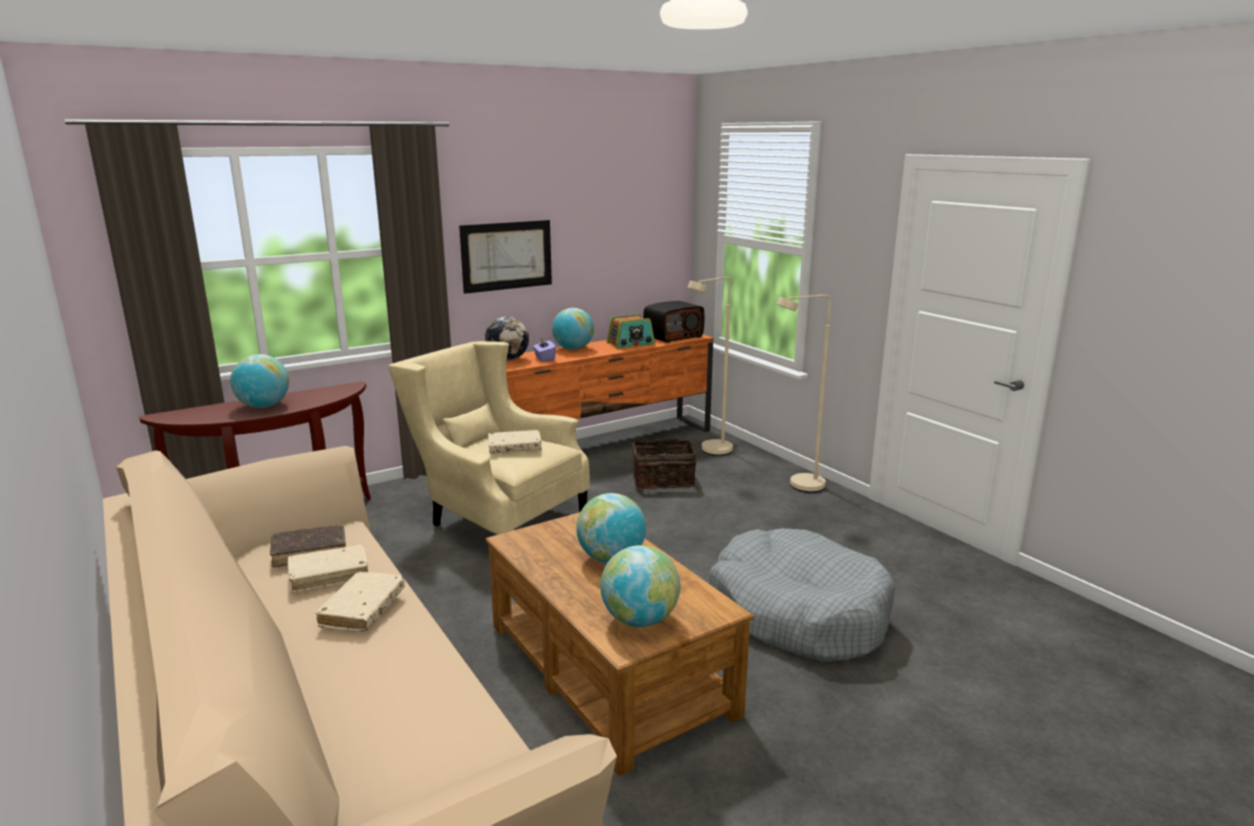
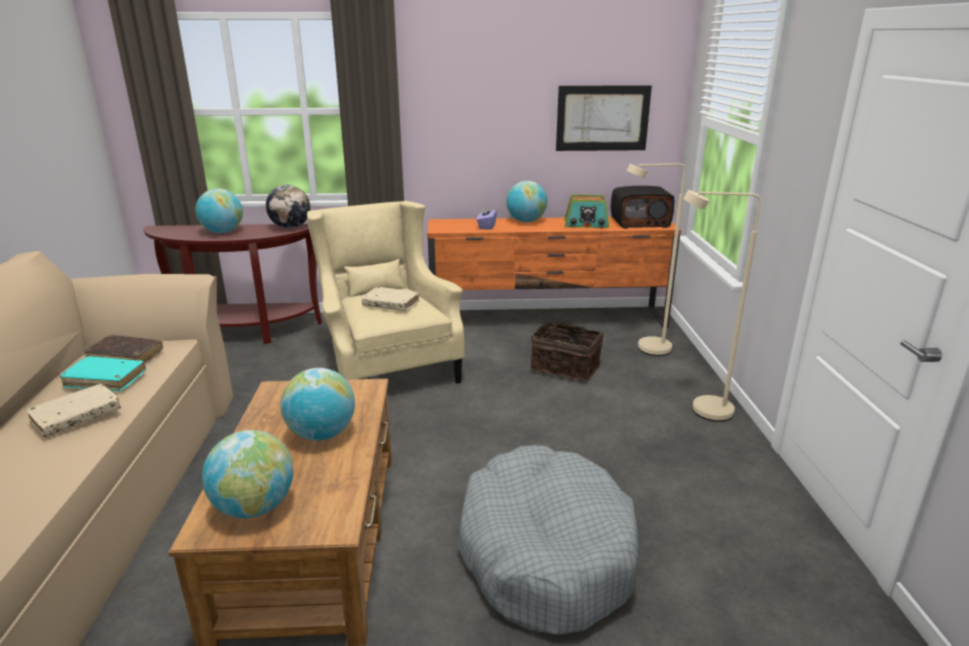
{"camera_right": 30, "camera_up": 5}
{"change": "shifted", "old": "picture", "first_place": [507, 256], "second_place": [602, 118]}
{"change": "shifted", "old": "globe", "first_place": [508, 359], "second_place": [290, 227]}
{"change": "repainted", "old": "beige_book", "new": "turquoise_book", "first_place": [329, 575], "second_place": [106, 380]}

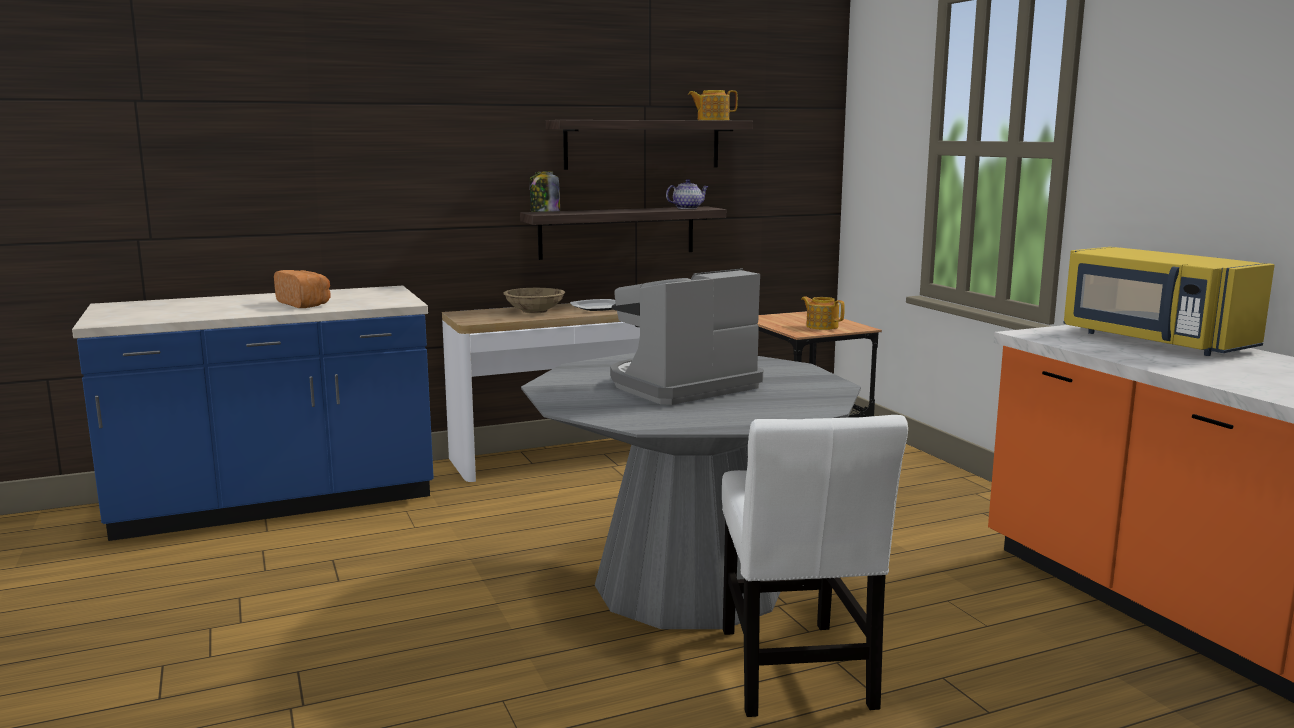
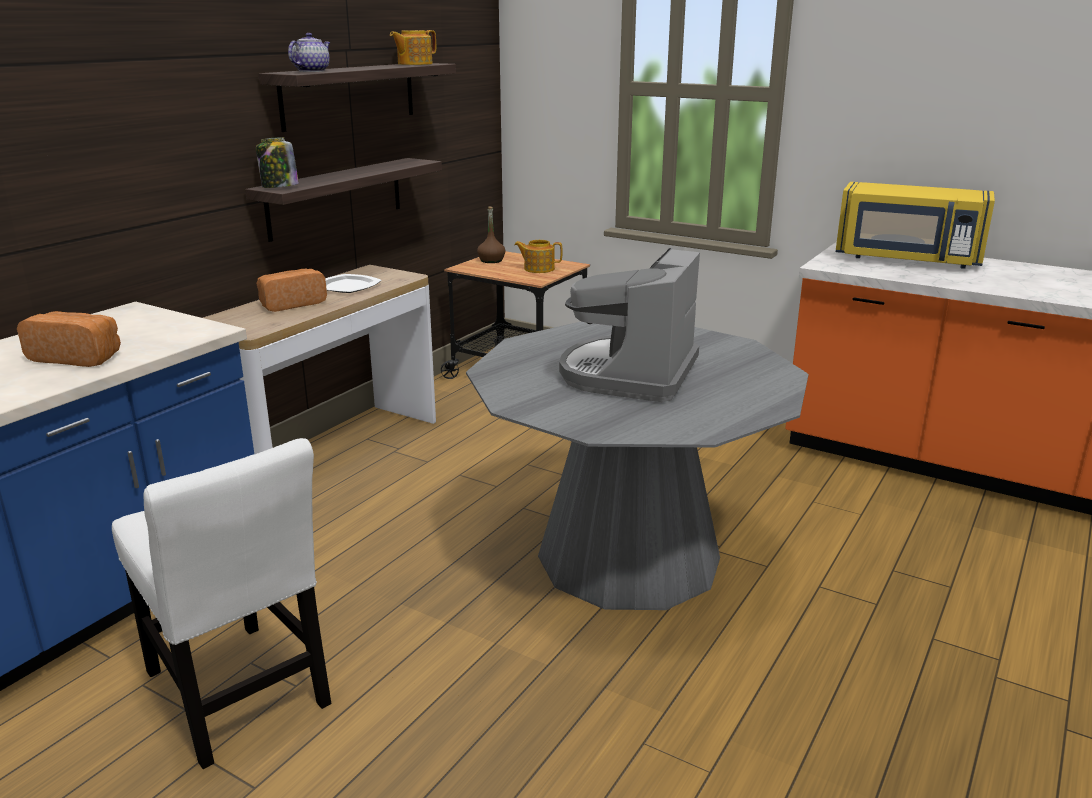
{"camera_right": -35, "camera_up": 10}
{"change": "new", "new": "brown_bottle", "second_place": [491, 260]}
{"change": "shifted", "old": "teapot", "first_place": [687, 208], "second_place": [312, 71]}
{"change": "shifted", "old": "white_chair", "first_place": [795, 673], "second_place": [239, 695]}
{"change": "swapped", "old": "beige_bowl", "new": "bread", "first_place": [535, 311], "second_place": [291, 304]}

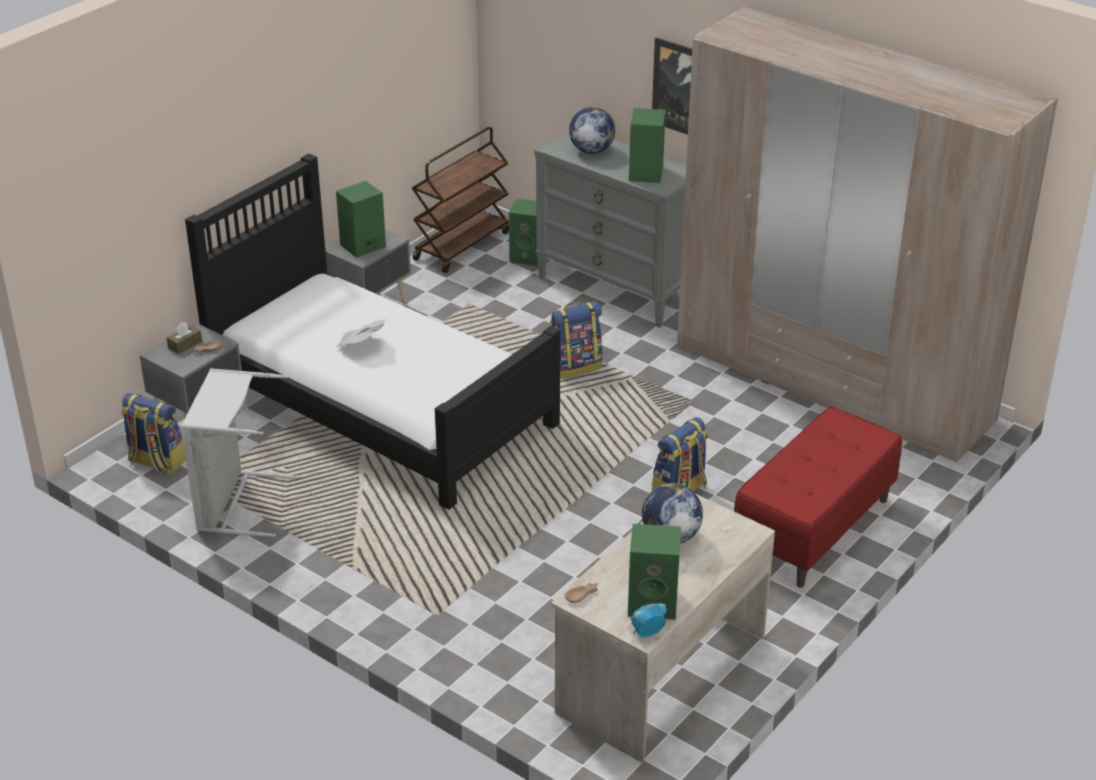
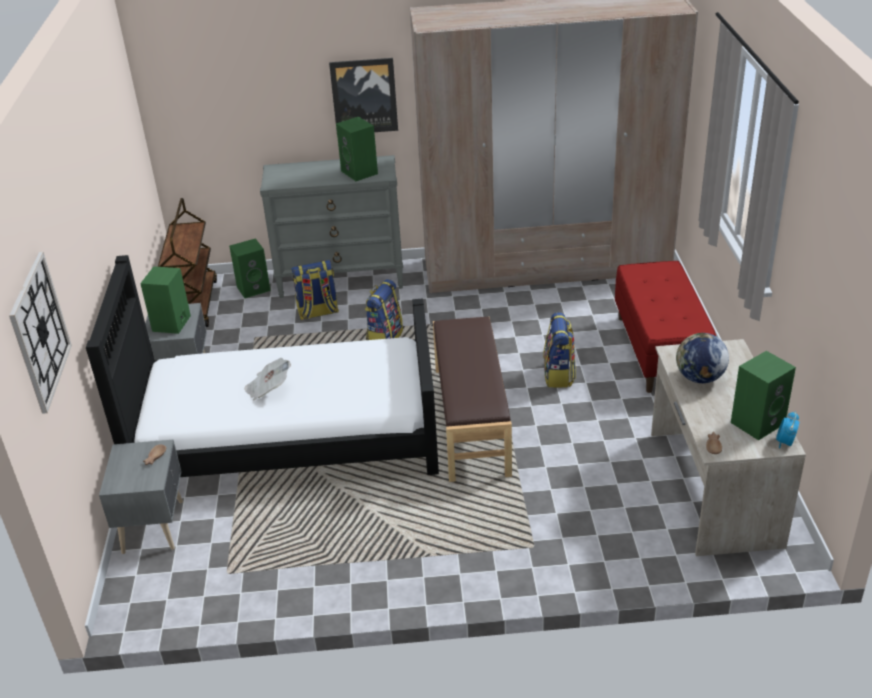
{"camera_right": -40, "camera_up": 0}
{"change": "gone", "old": "brown_tissue_box", "first_place": [185, 345]}
{"change": "gone", "old": "grey_laundry_basket", "first_place": [236, 503]}
{"change": "gone", "old": "globe", "first_place": [591, 150]}
{"change": "new", "new": "wall_clock", "second_place": [40, 331]}
{"change": "new", "new": "brown_bench", "second_place": [470, 420]}
{"change": "shifted", "old": "backpack", "first_place": [156, 462], "second_place": [317, 312]}

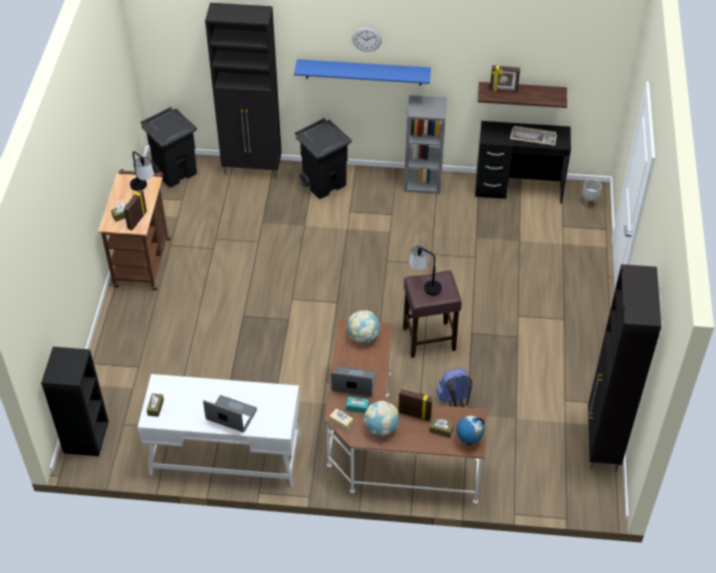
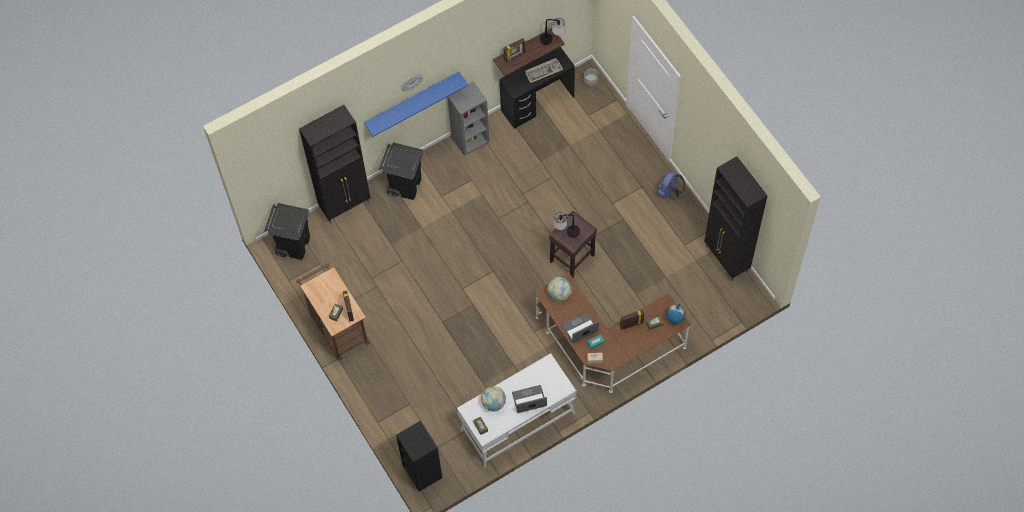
{"camera_right": -35, "camera_up": 15}
{"change": "shifted", "old": "table_lamp", "first_place": [143, 189], "second_place": [552, 40]}
{"change": "shifted", "old": "globe", "first_place": [381, 428], "second_place": [493, 403]}
{"change": "shifted", "old": "blue_backpack", "first_place": [454, 401], "second_place": [669, 192]}

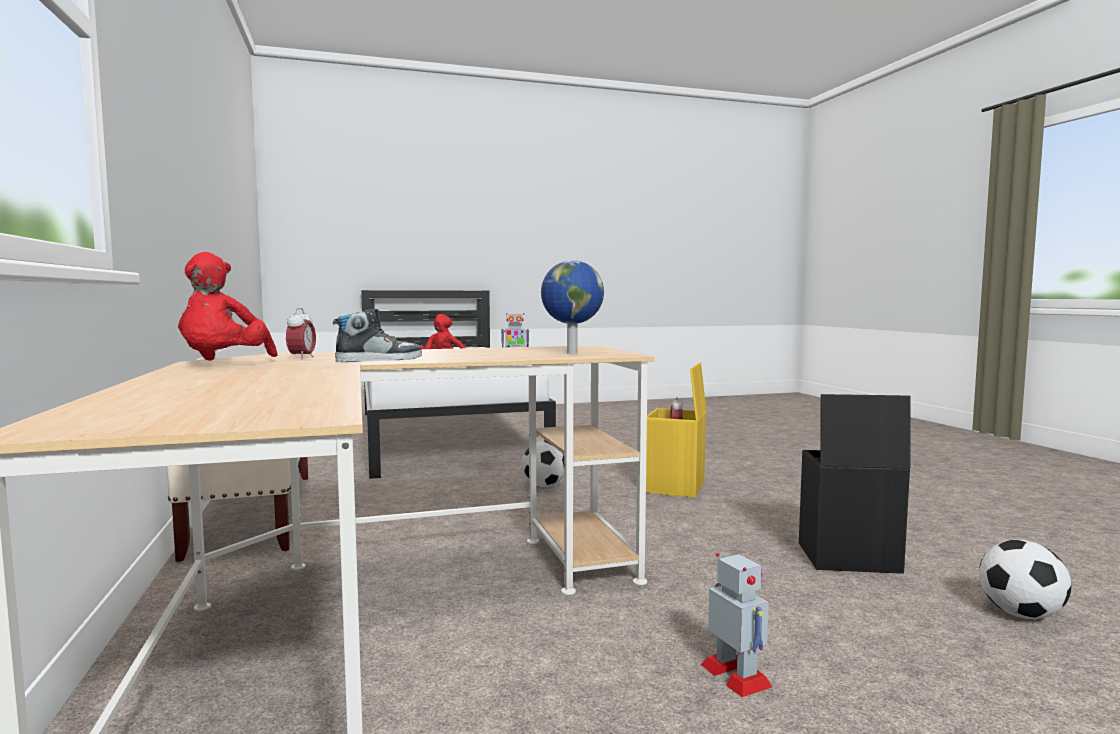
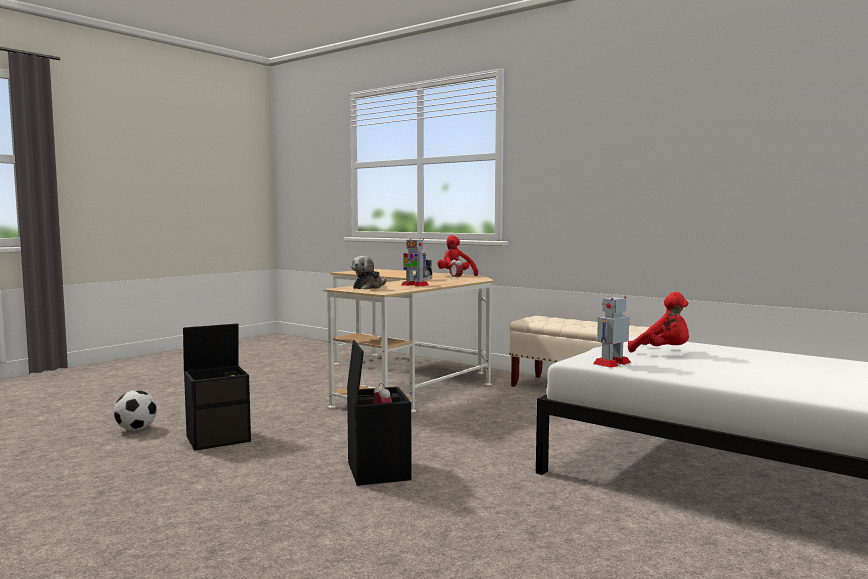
{"camera_right": 145, "camera_up": 0}
{"change": "gone", "old": "football", "first_place": [543, 486]}
{"change": "shifted", "old": "toy_robot", "first_place": [736, 676], "second_place": [414, 285]}
{"change": "swapped", "old": "globe", "new": "plush_toy", "first_place": [570, 353], "second_place": [368, 287]}
{"change": "repainted", "old": "yellow_storage_box", "new": "black_storage_box", "first_place": [675, 487], "second_place": [377, 471]}

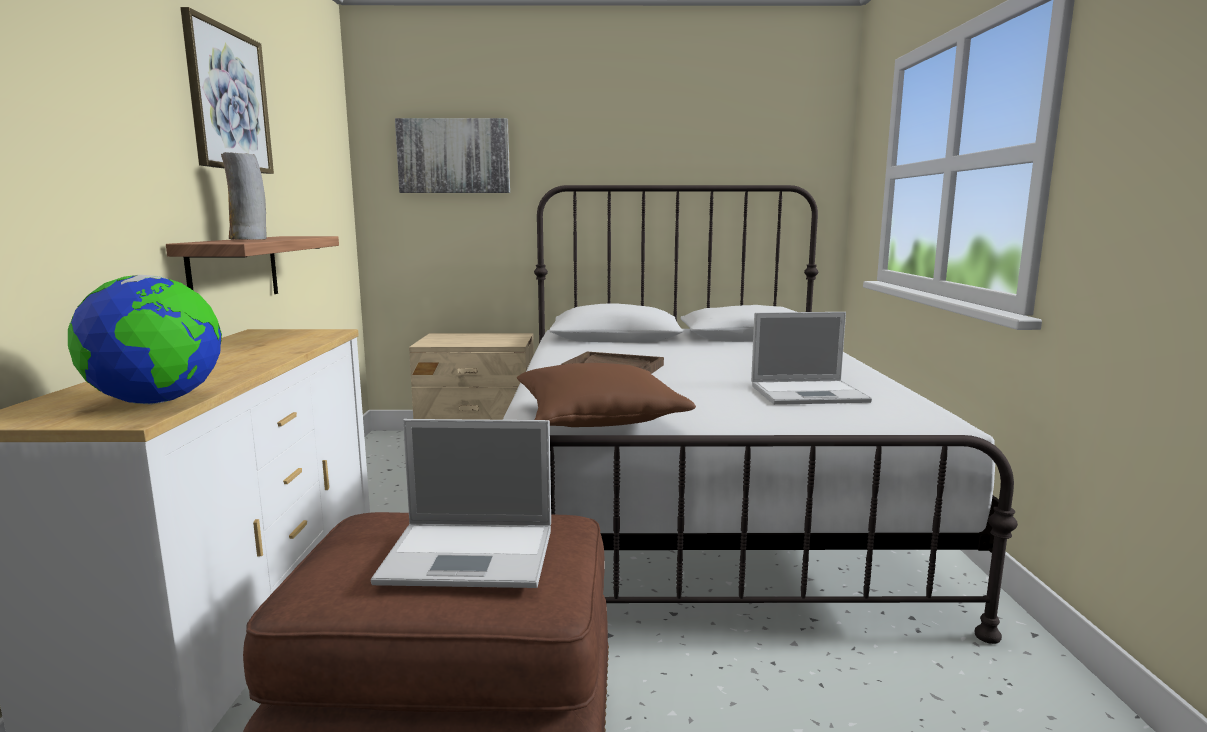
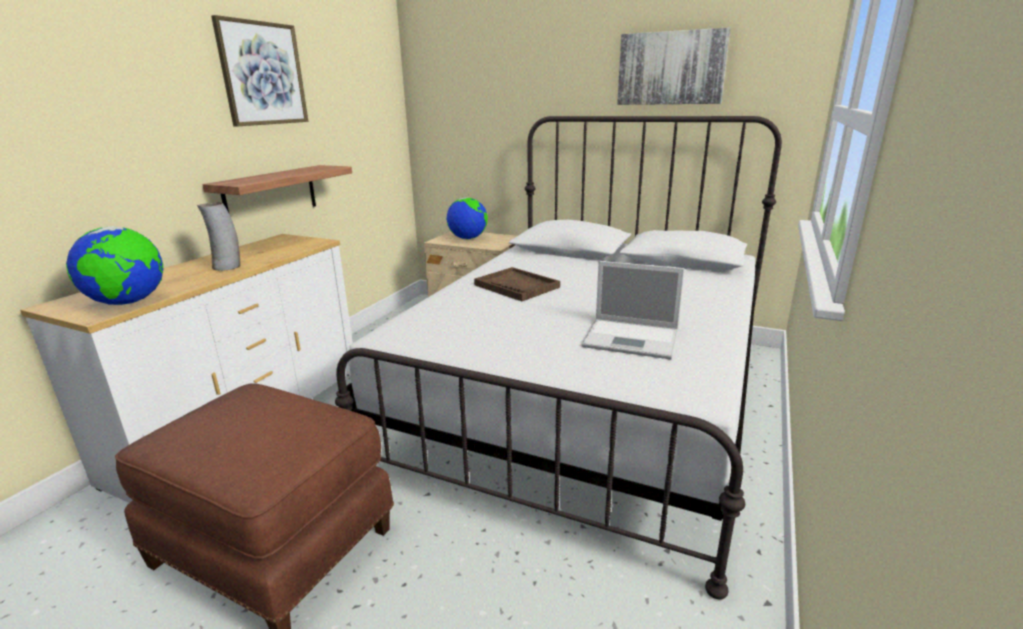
{"camera_right": 25, "camera_up": 10}
{"change": "gone", "old": "laptop", "first_place": [472, 555]}
{"change": "gone", "old": "brown_pillow", "first_place": [599, 419]}
{"change": "new", "new": "globe", "second_place": [468, 238]}
{"change": "shifted", "old": "vase", "first_place": [249, 239], "second_place": [227, 267]}
{"change": "shifted", "old": "picture", "first_place": [454, 156], "second_place": [671, 68]}

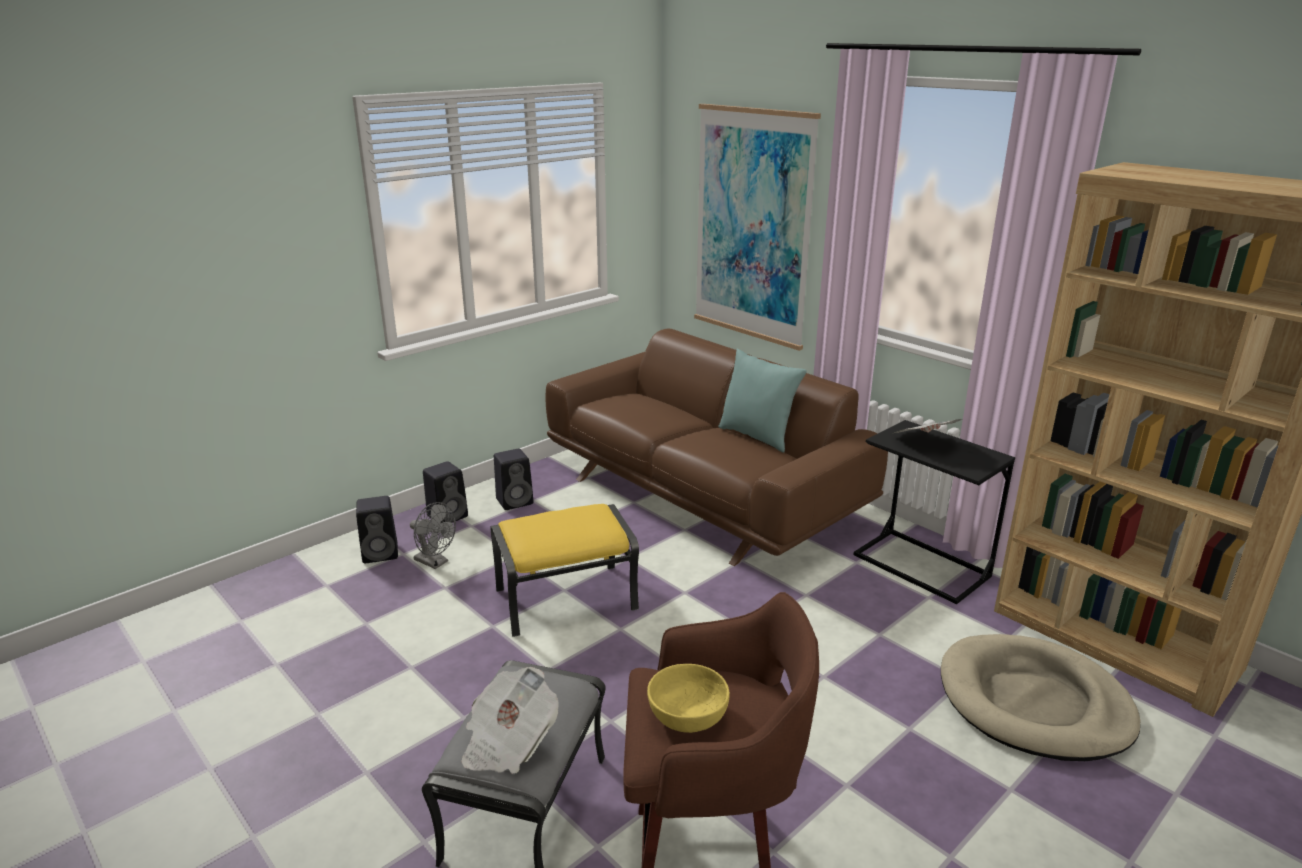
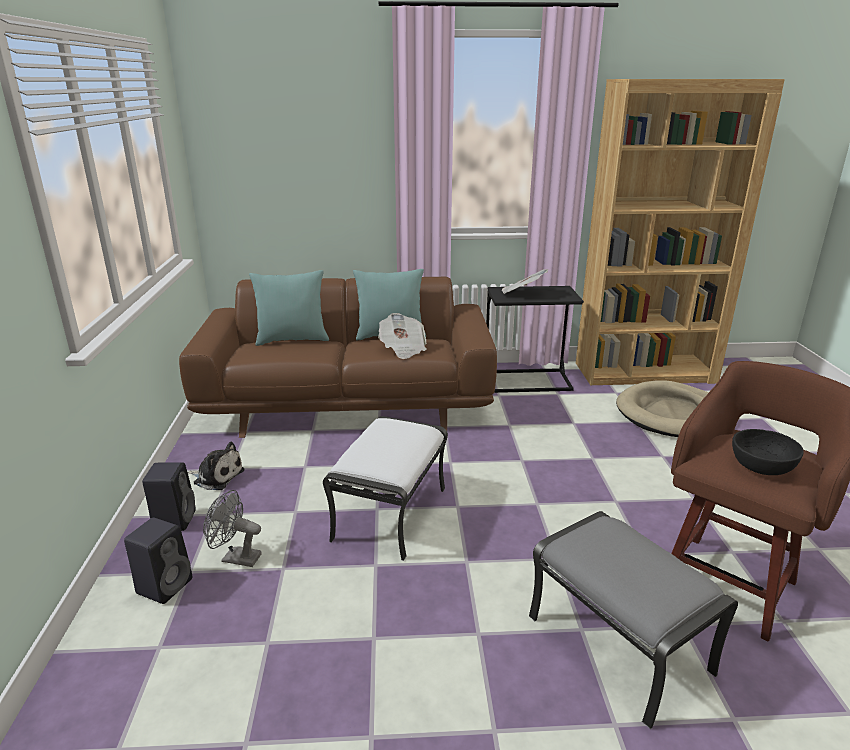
{"camera_right": -50, "camera_up": 0}
{"change": "gone", "old": "picture", "first_place": [752, 226]}
{"change": "new", "new": "turquoise_pillow", "second_place": [292, 339]}
{"change": "shifted", "old": "newspaper", "first_place": [508, 742], "second_place": [402, 349]}
{"change": "swapped", "old": "black_speaker", "new": "plush_toy", "first_place": [515, 501], "second_place": [217, 476]}
{"change": "repainted", "old": "yellow_ottoman", "new": "white_ottoman", "first_place": [567, 598], "second_place": [389, 512]}
{"change": "repainted", "old": "yellow_bowl", "new": "black_bowl", "first_place": [687, 714], "second_place": [761, 465]}
{"change": "rotated", "old": "grey_fan", "first_place": [435, 562], "second_place": [235, 558], "degrees": -150}

